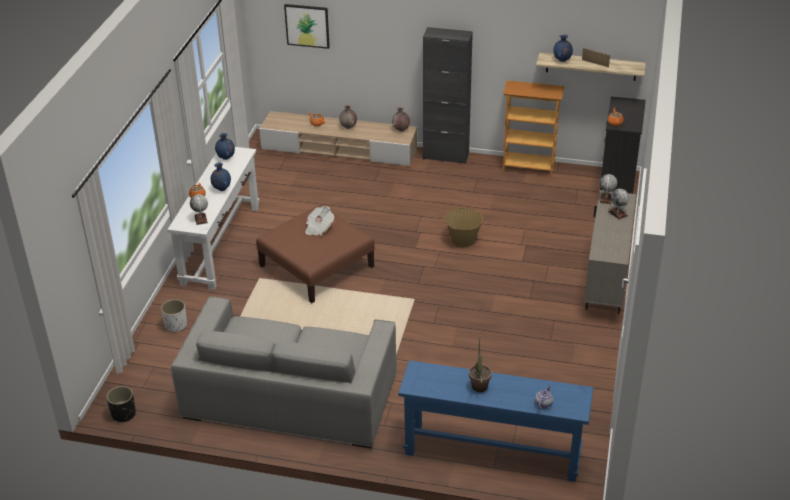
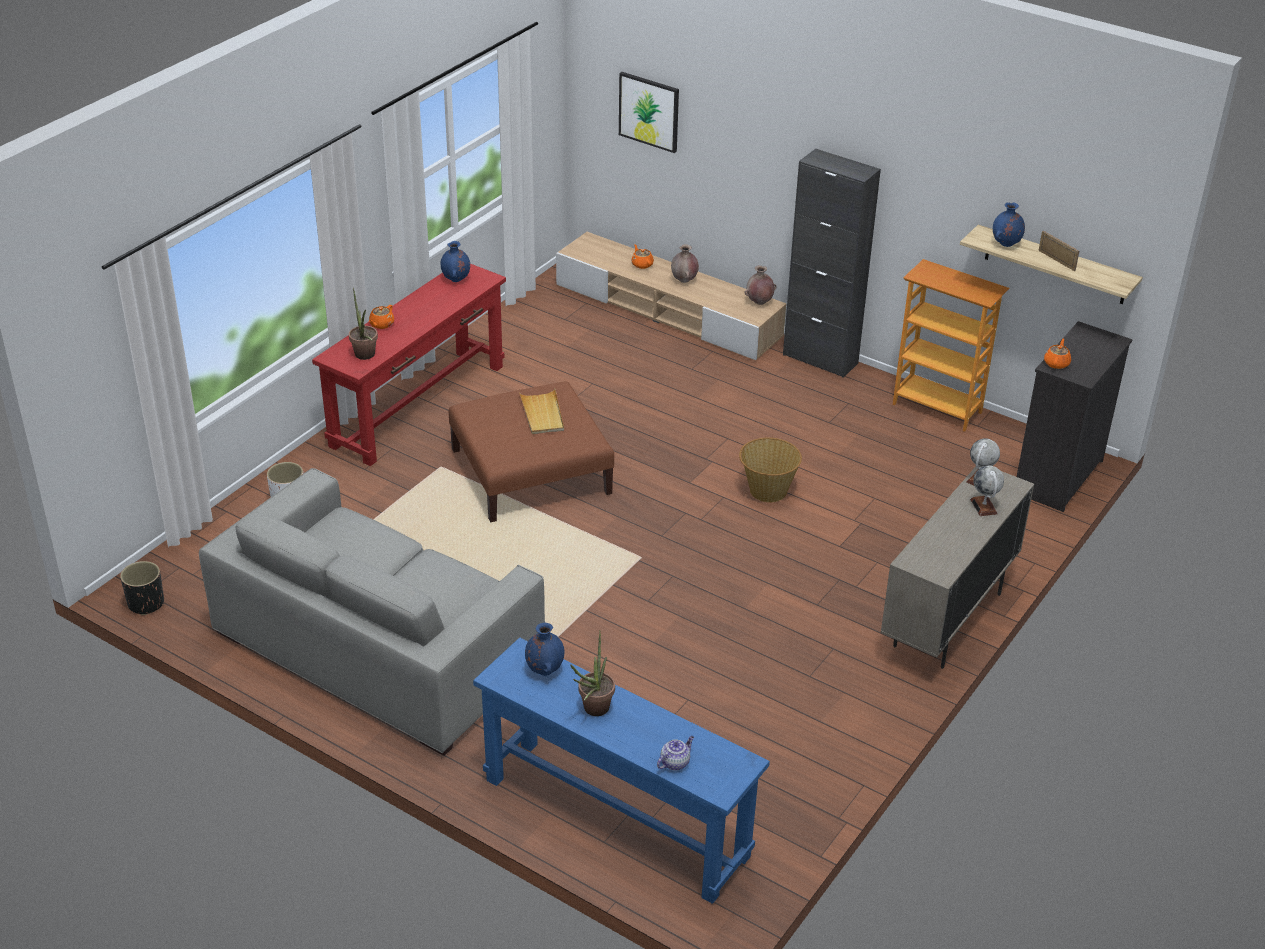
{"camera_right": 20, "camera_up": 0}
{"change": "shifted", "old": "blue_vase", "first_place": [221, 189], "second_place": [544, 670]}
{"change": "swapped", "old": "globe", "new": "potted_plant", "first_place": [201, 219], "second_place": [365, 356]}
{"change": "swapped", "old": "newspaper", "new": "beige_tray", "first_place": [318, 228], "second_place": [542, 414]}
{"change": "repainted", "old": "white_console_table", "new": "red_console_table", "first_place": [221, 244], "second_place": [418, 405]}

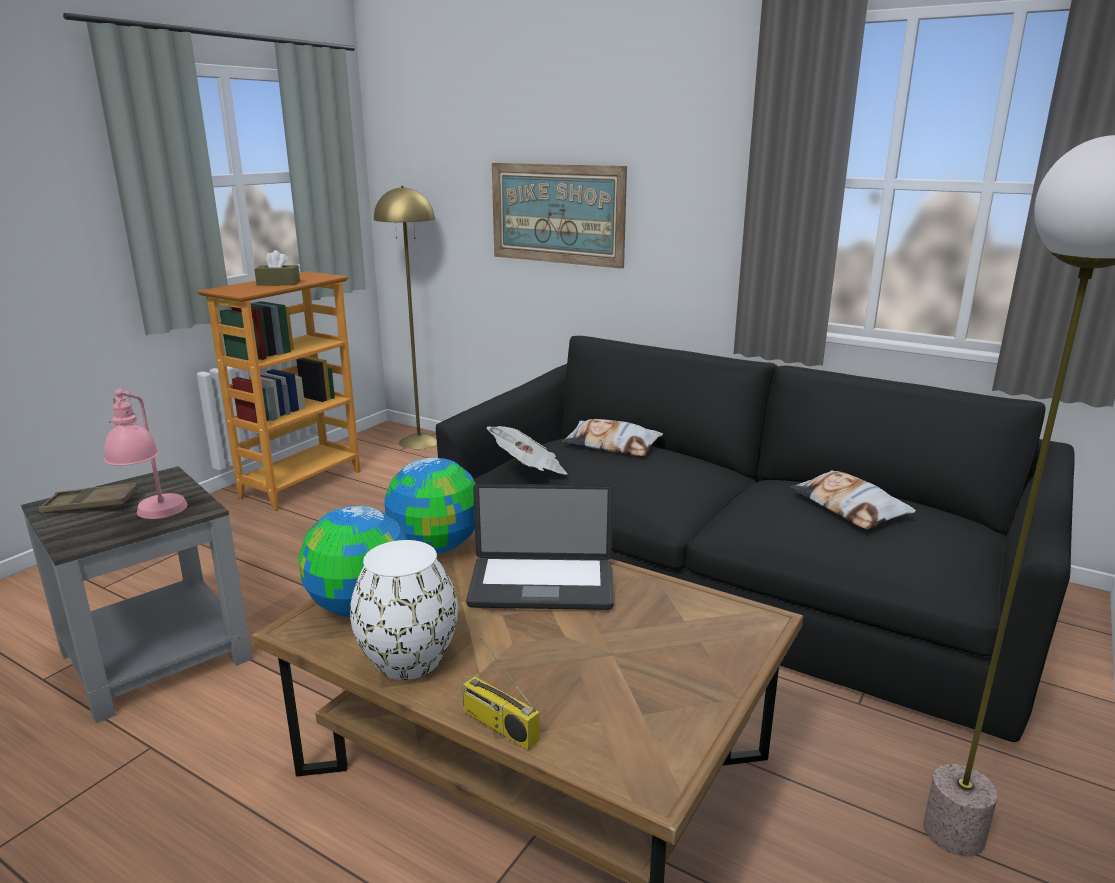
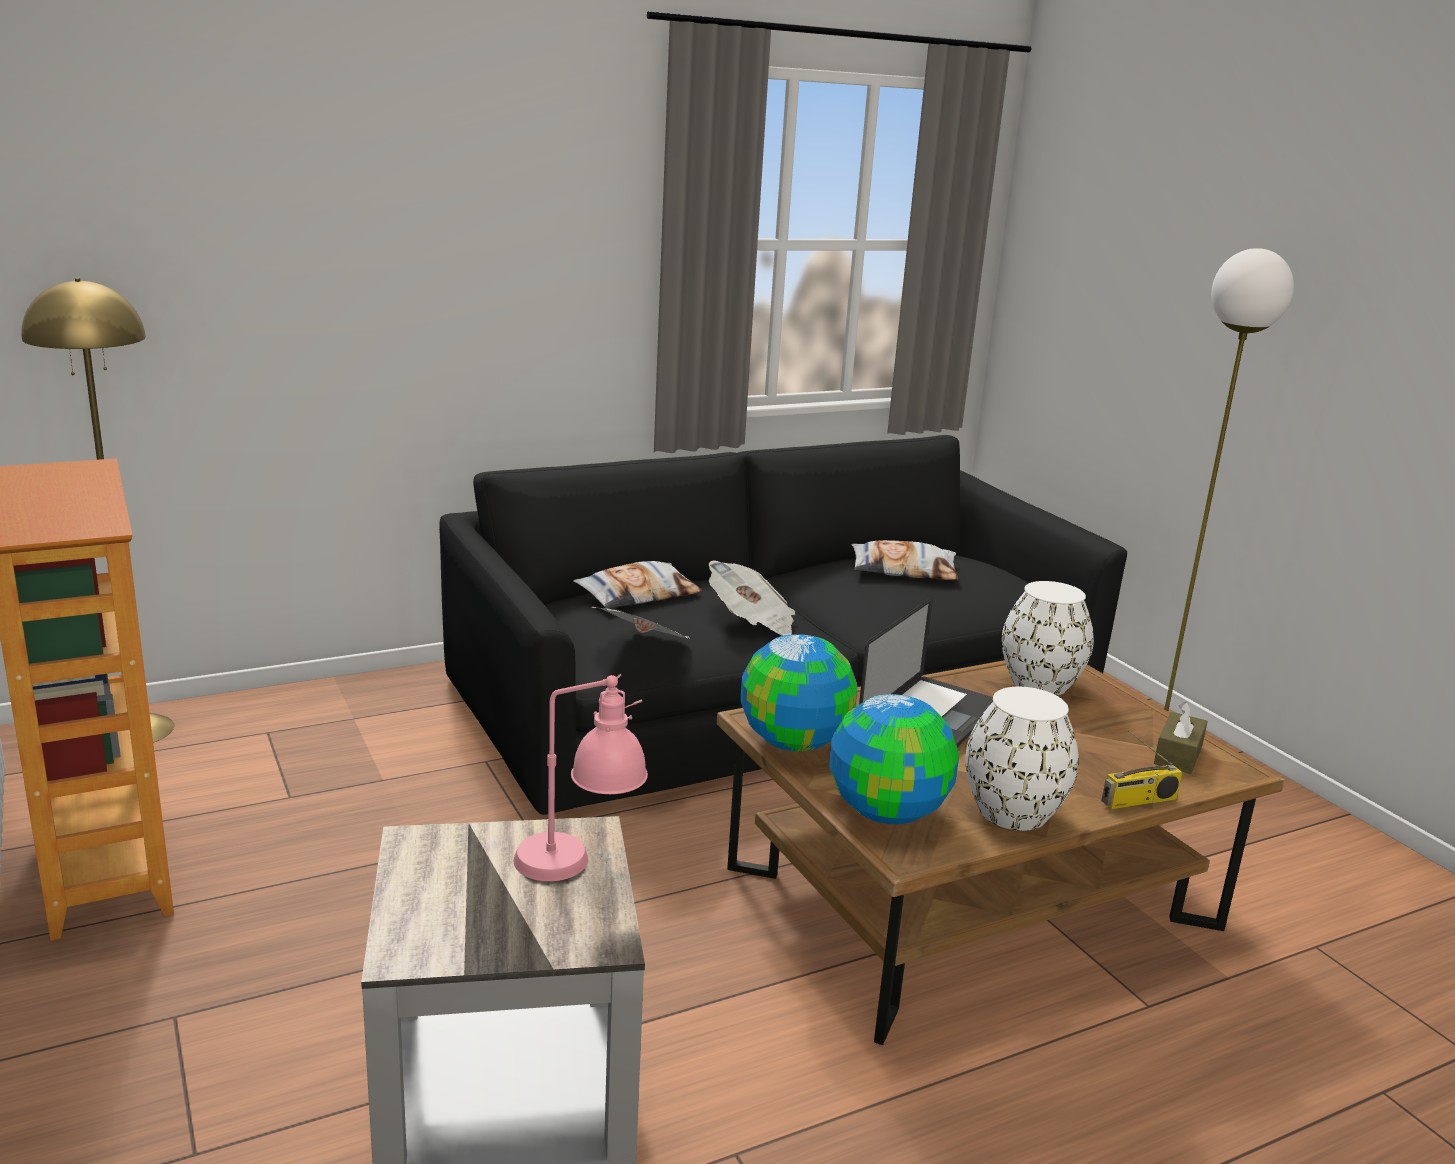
{"camera_right": -60, "camera_up": 0}
{"change": "gone", "old": "brown_tray", "first_place": [91, 505]}
{"change": "gone", "old": "picture", "first_place": [557, 214]}
{"change": "new", "new": "newspaper", "second_place": [752, 622]}
{"change": "new", "new": "white_vase", "second_place": [1038, 683]}
{"change": "shifted", "old": "brown_tissue_box", "first_place": [278, 283], "second_place": [1178, 755]}

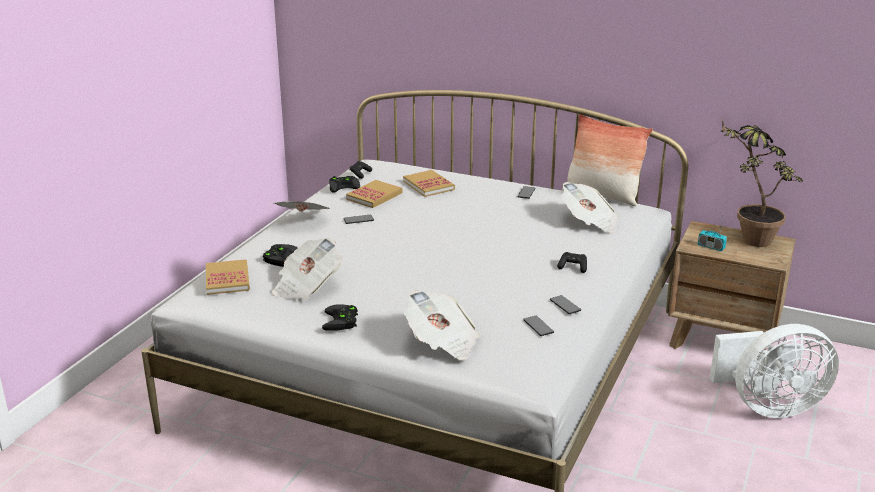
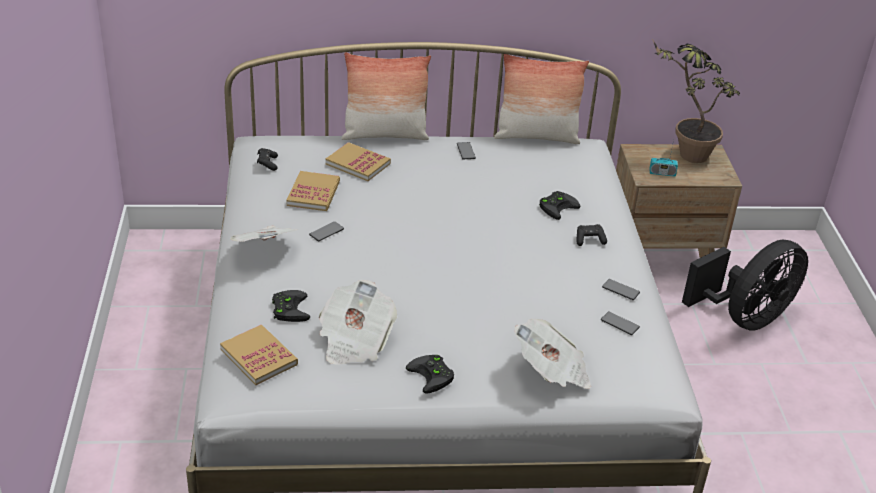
{"camera_right": -30, "camera_up": 10}
{"change": "gone", "old": "newspaper", "first_place": [589, 222]}
{"change": "new", "new": "pillow", "second_place": [385, 135]}
{"change": "shifted", "old": "black_game_controller", "first_place": [344, 186], "second_place": [557, 206]}
{"change": "repainted", "old": "white_fan", "new": "black_fan", "first_place": [769, 406], "second_place": [745, 317]}

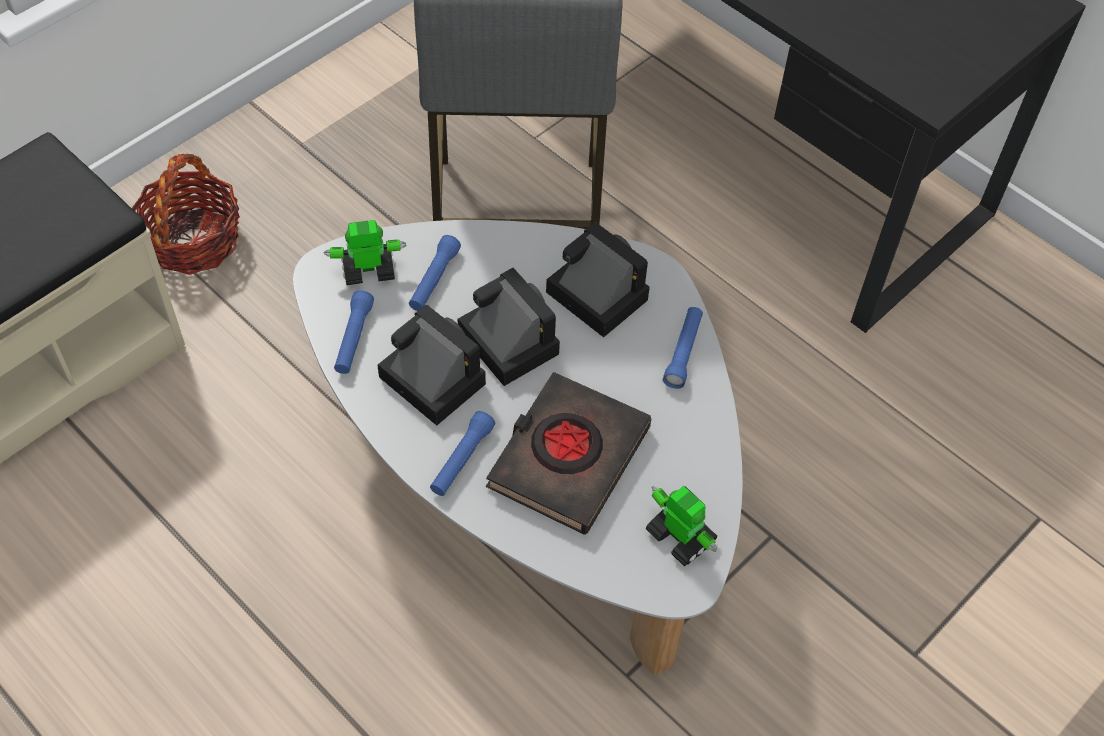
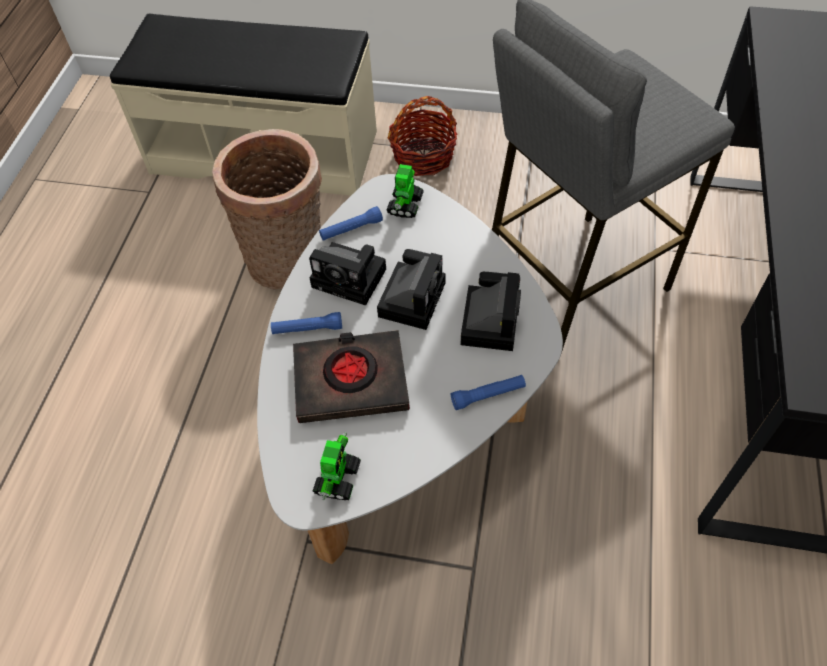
{"camera_right": 60, "camera_up": 0}
{"change": "gone", "old": "blue_flashlight", "first_place": [434, 280]}
{"change": "new", "new": "basket", "second_place": [289, 261]}
{"change": "rotated", "old": "toy_robot", "first_place": [367, 270], "second_place": [405, 205], "degrees": -120}
{"change": "rotated", "old": "photo_camera", "first_place": [428, 378], "second_place": [352, 278], "degrees": 105}

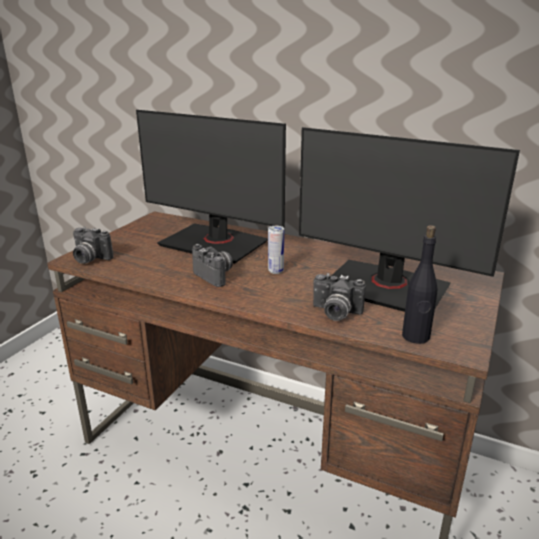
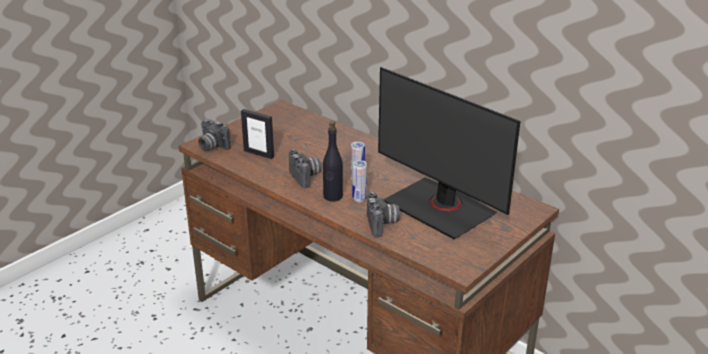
{"camera_right": 15, "camera_up": 5}
{"change": "gone", "old": "monitor", "first_place": [214, 243]}
{"change": "new", "new": "picture_frame", "second_place": [259, 154]}
{"change": "new", "new": "can", "second_place": [359, 199]}
{"change": "shifted", "old": "black_bottle", "first_place": [415, 337], "second_place": [333, 197]}
{"change": "rotated", "old": "photo_camera", "first_place": [335, 313], "second_place": [383, 224], "degrees": -135}

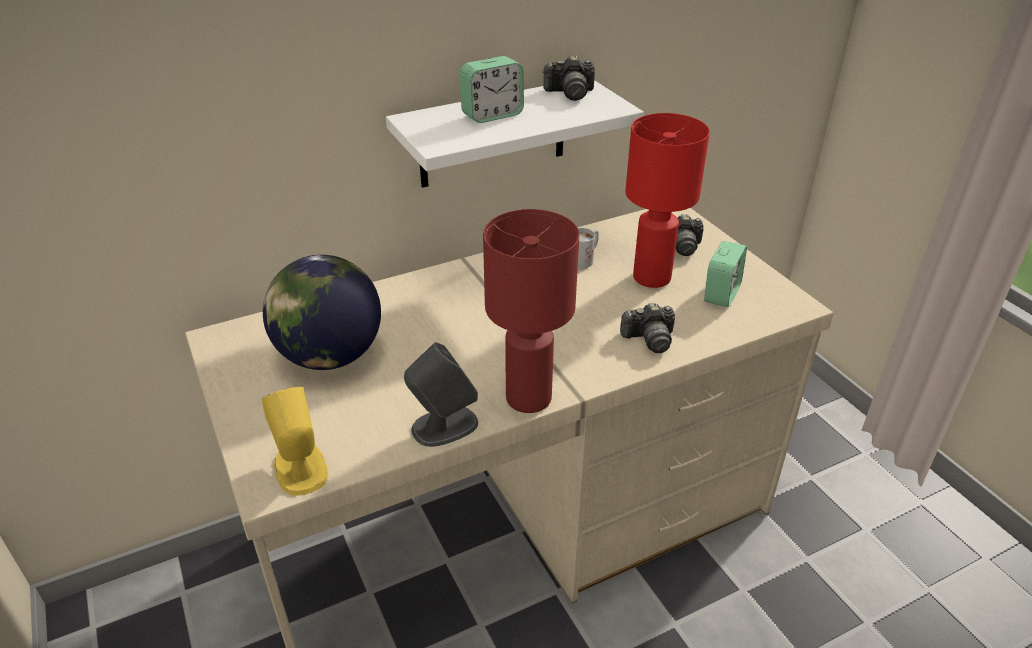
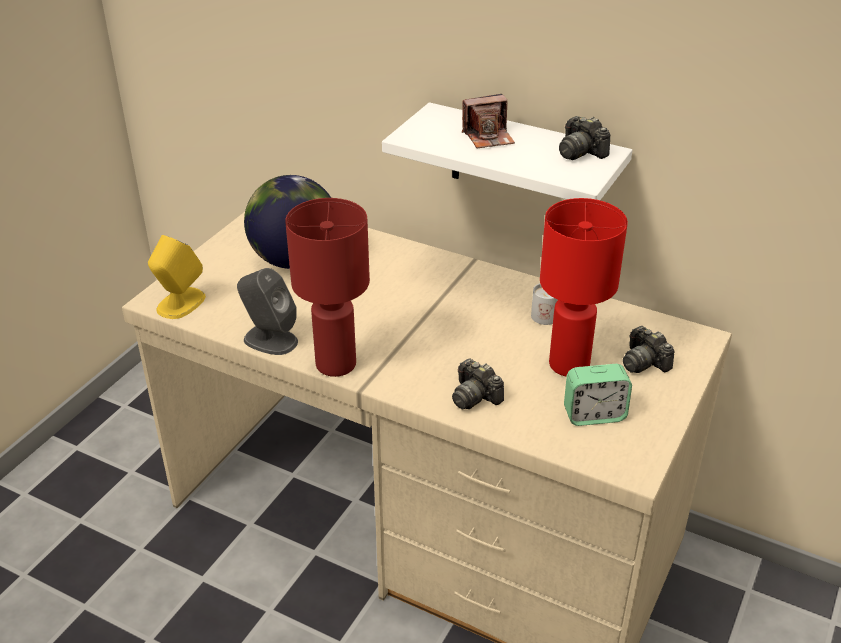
{"camera_right": 55, "camera_up": 0}
{"change": "swapped", "old": "alarm_clock", "new": "photo_camera", "first_place": [492, 115], "second_place": [488, 137]}

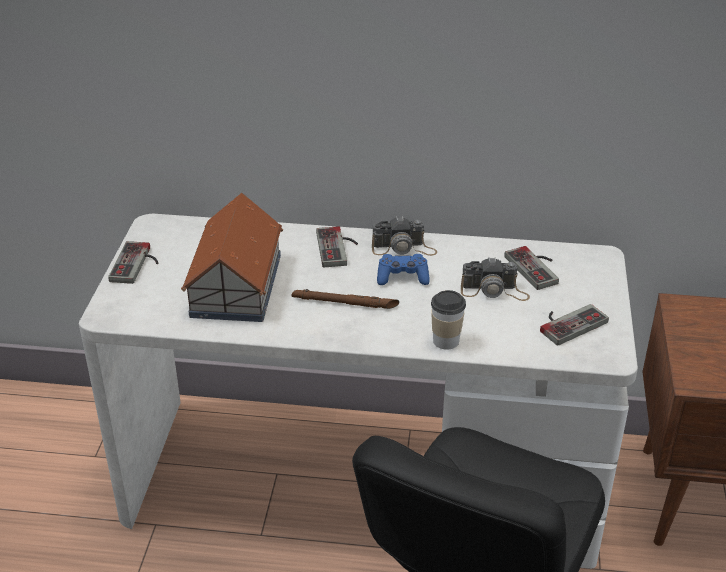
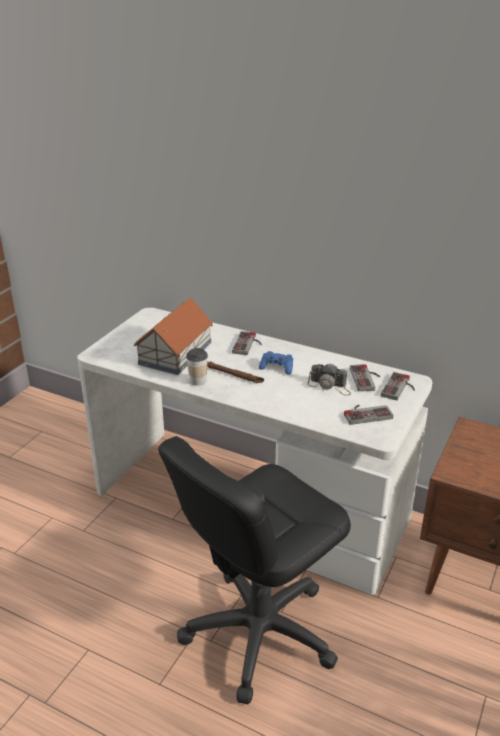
{"camera_right": 20, "camera_up": -5}
{"change": "gone", "old": "photo_camera", "first_place": [403, 248]}
{"change": "shifted", "old": "game_controller", "first_place": [137, 265], "second_place": [400, 388]}
{"change": "shifted", "old": "cup", "first_place": [446, 341], "second_place": [198, 381]}

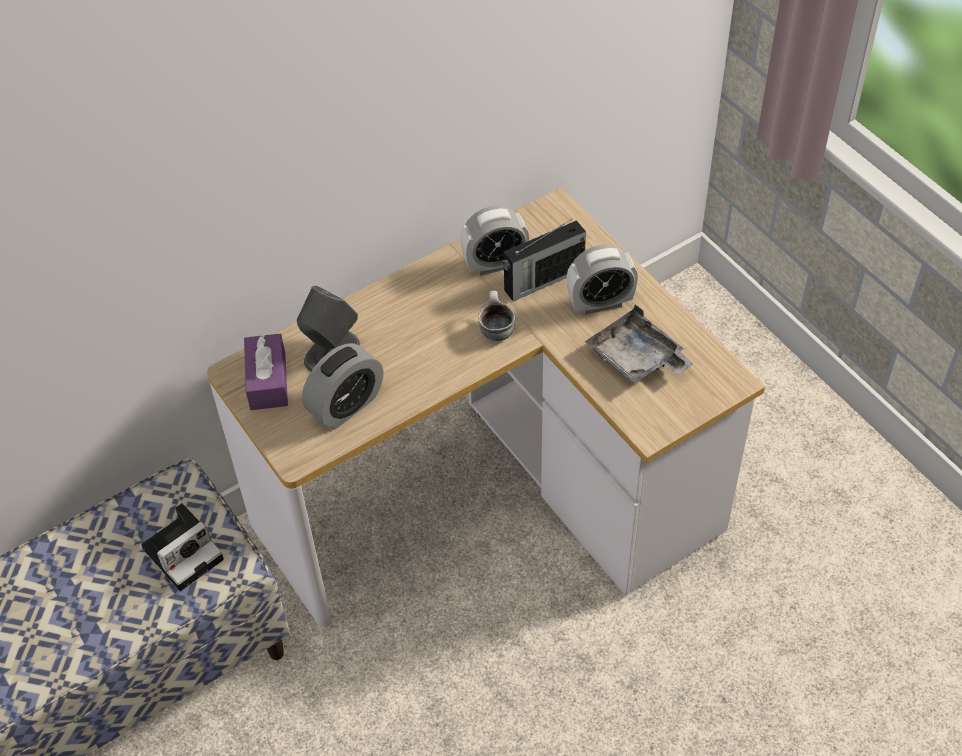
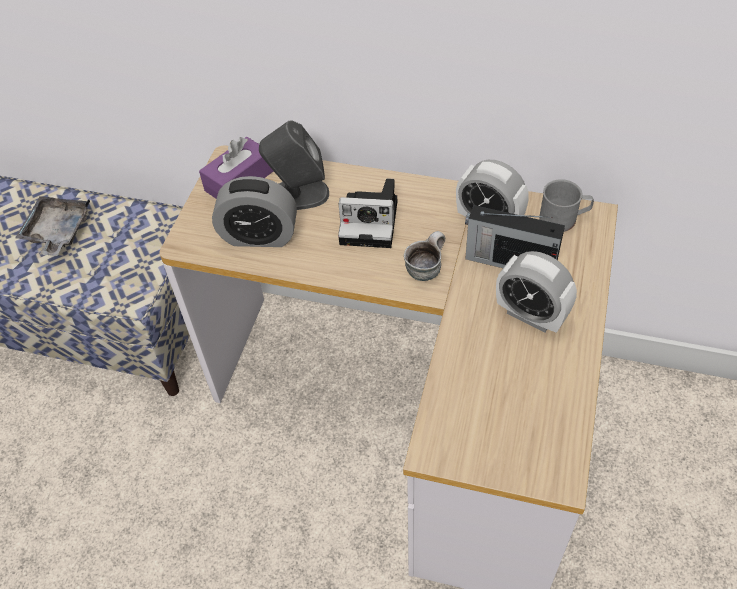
{"camera_right": 50, "camera_up": 0}
{"change": "new", "new": "grey_mug", "second_place": [564, 218]}
{"change": "shifted", "old": "photo_camera", "first_place": [185, 551], "second_place": [372, 222]}
{"change": "shifted", "old": "grey_tray", "first_place": [637, 358], "second_place": [57, 232]}

